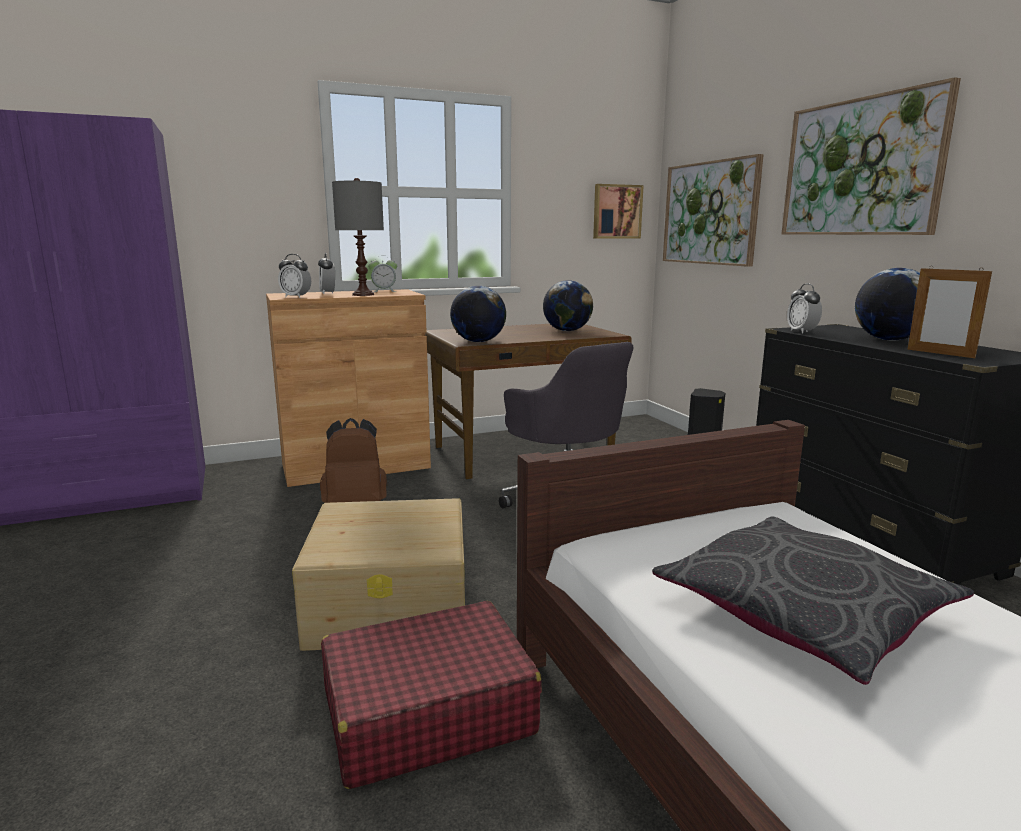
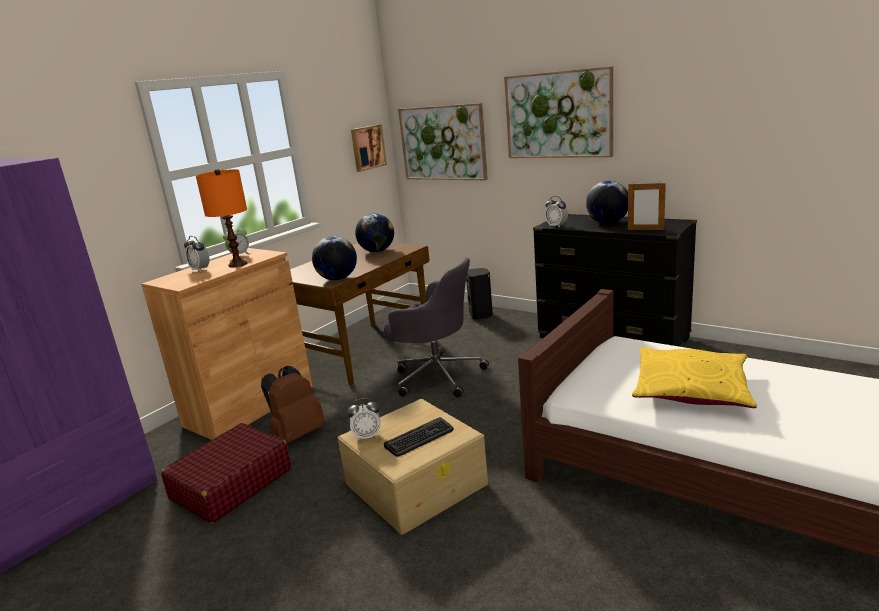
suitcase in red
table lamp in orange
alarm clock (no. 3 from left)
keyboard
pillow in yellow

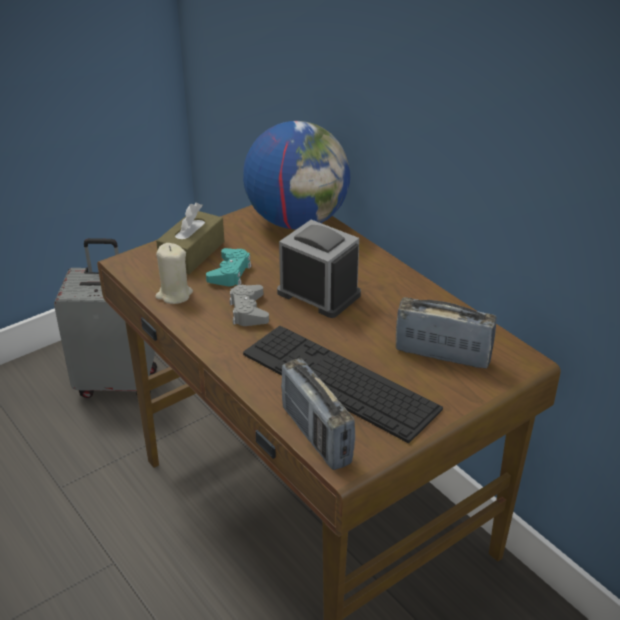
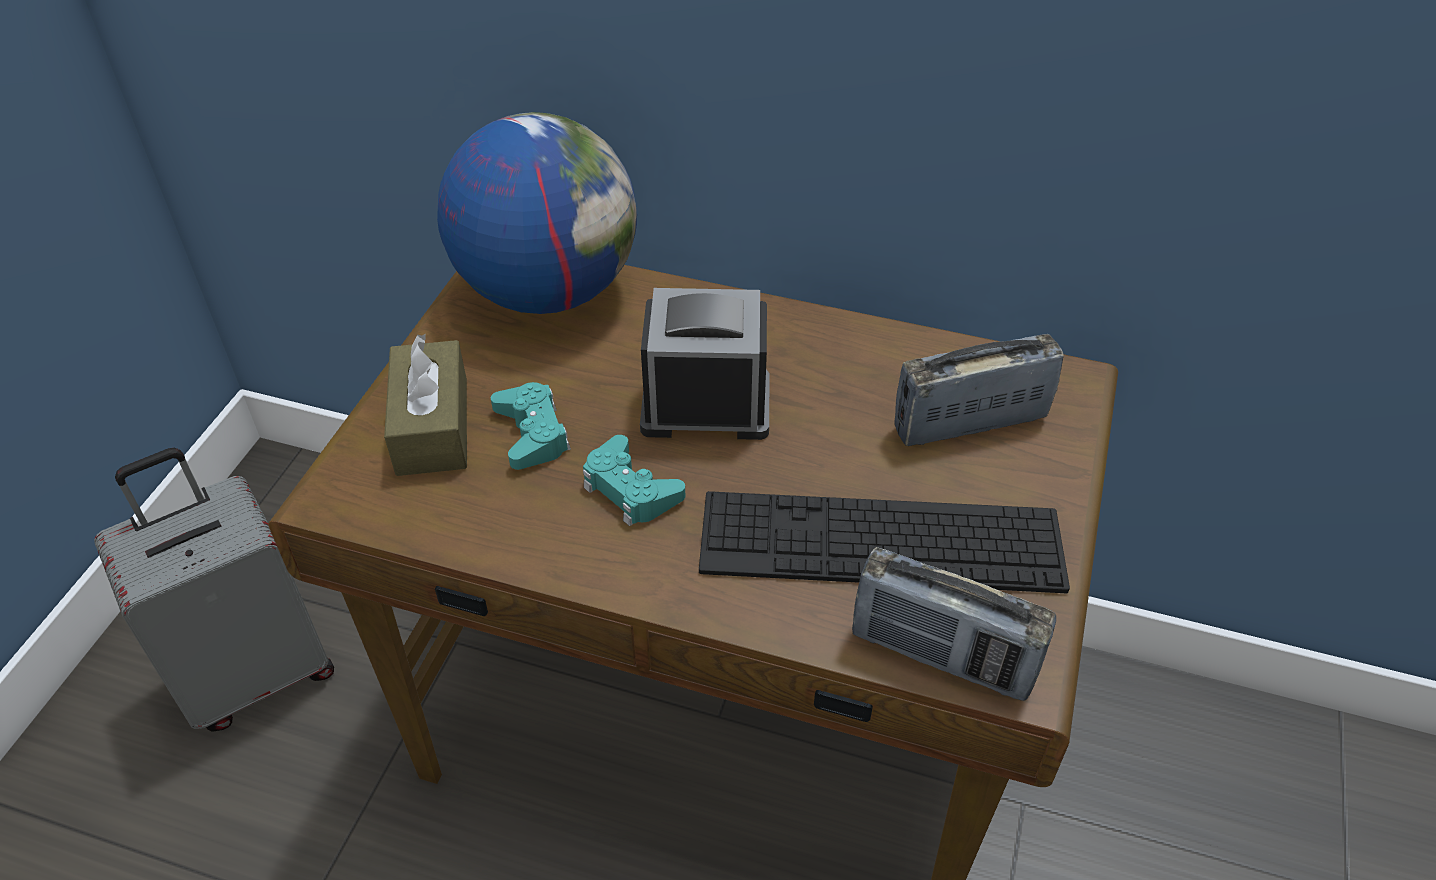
game controller in turquoise (no. 2 from left)
candle in beige

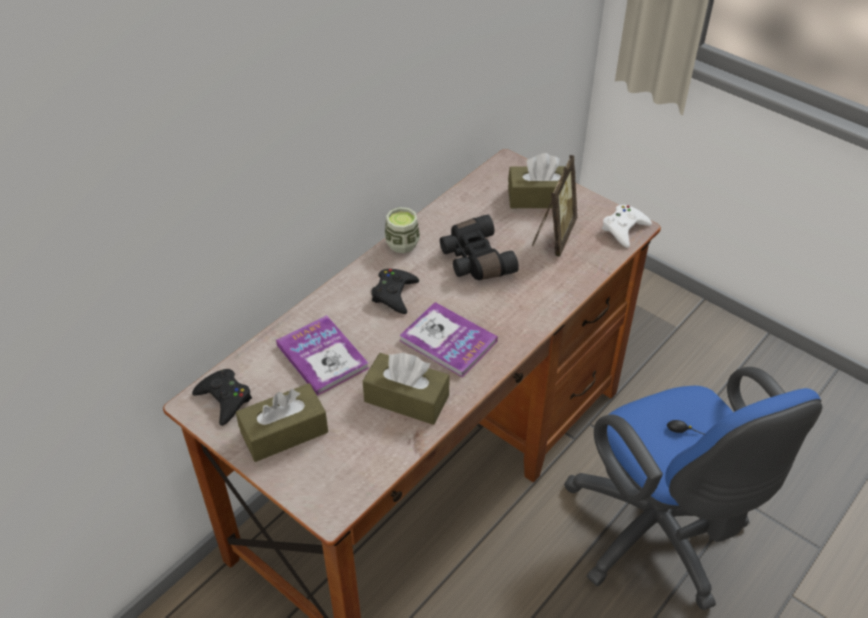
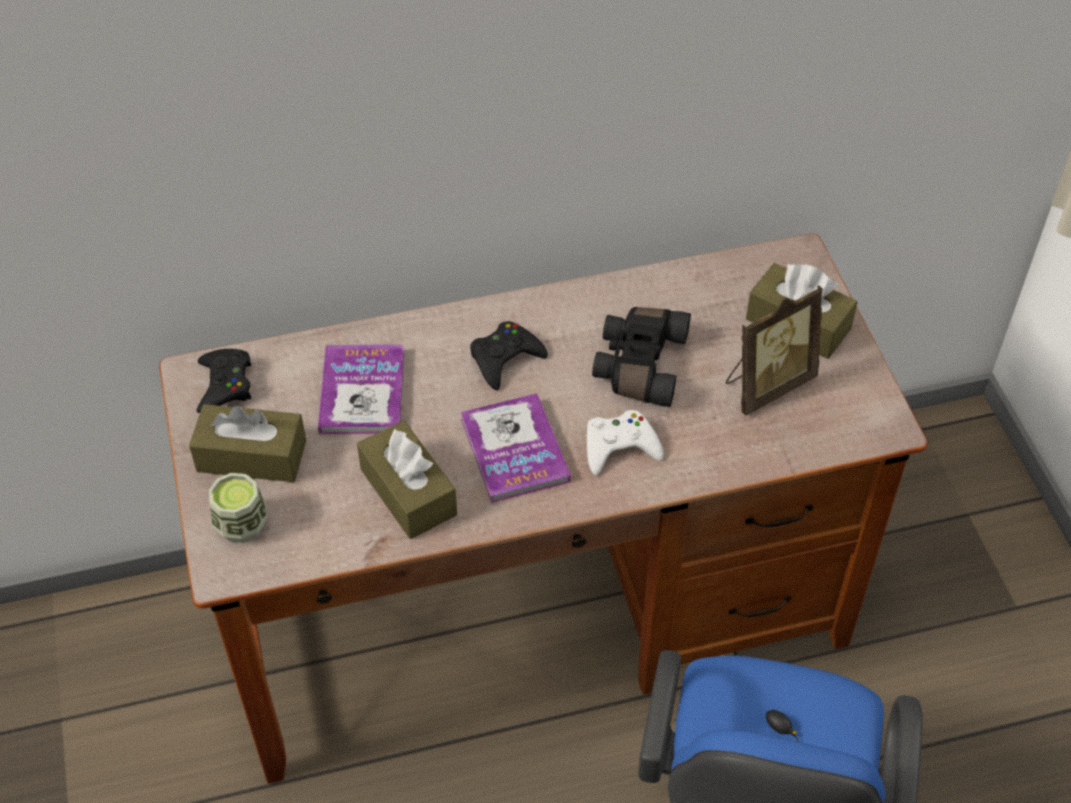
cup
game controller in white

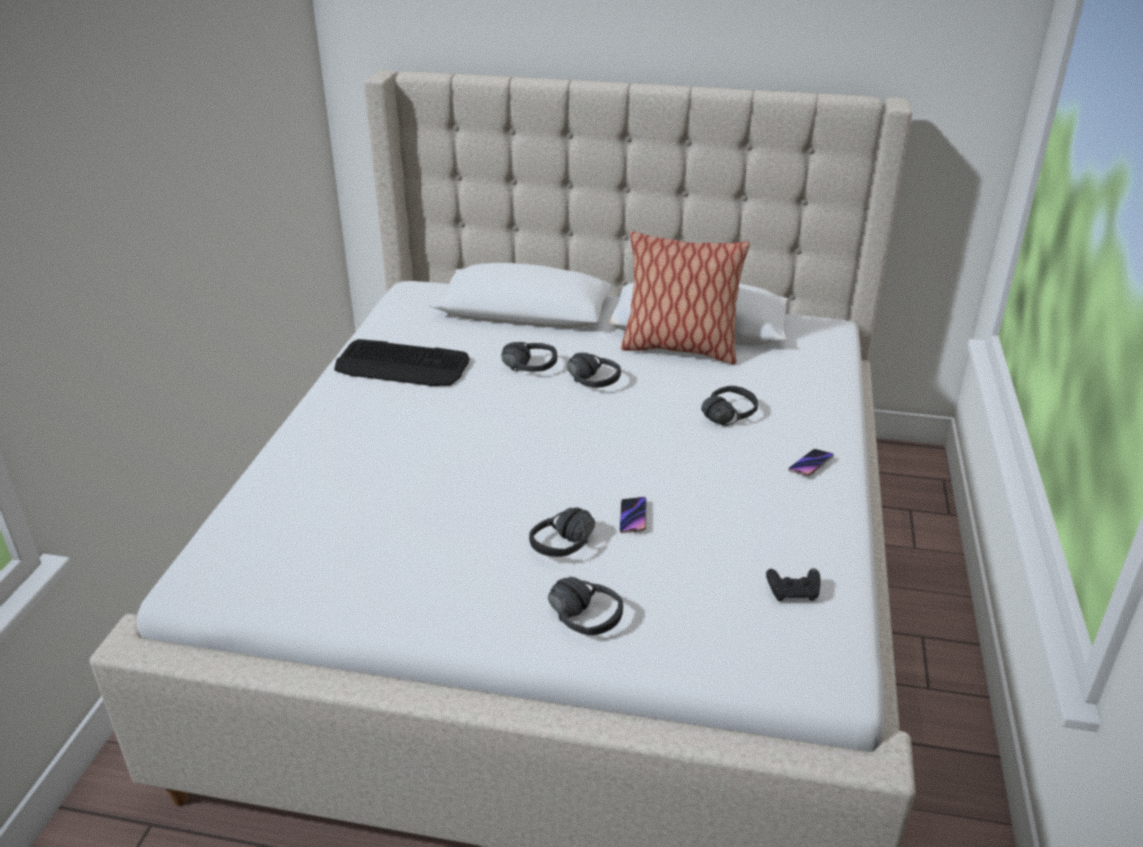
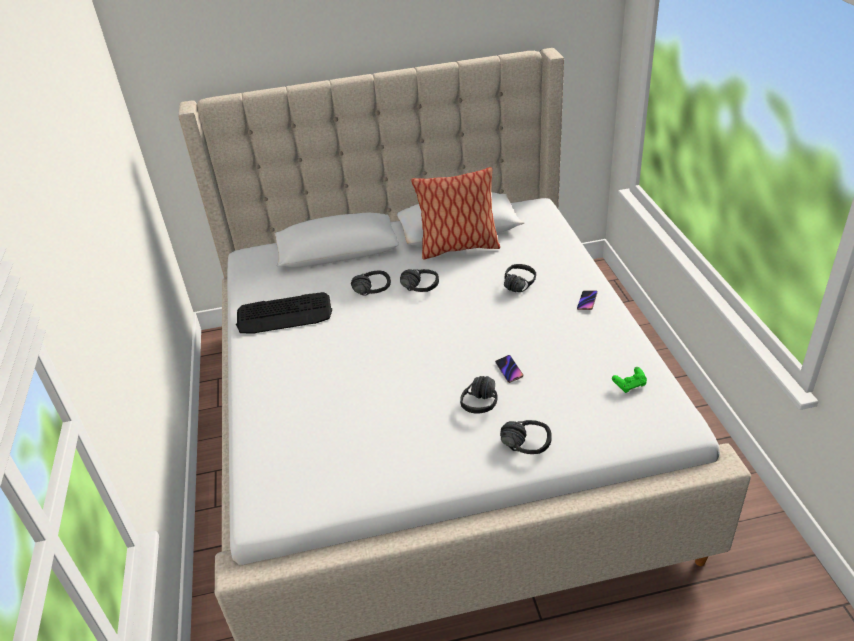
game controller in green

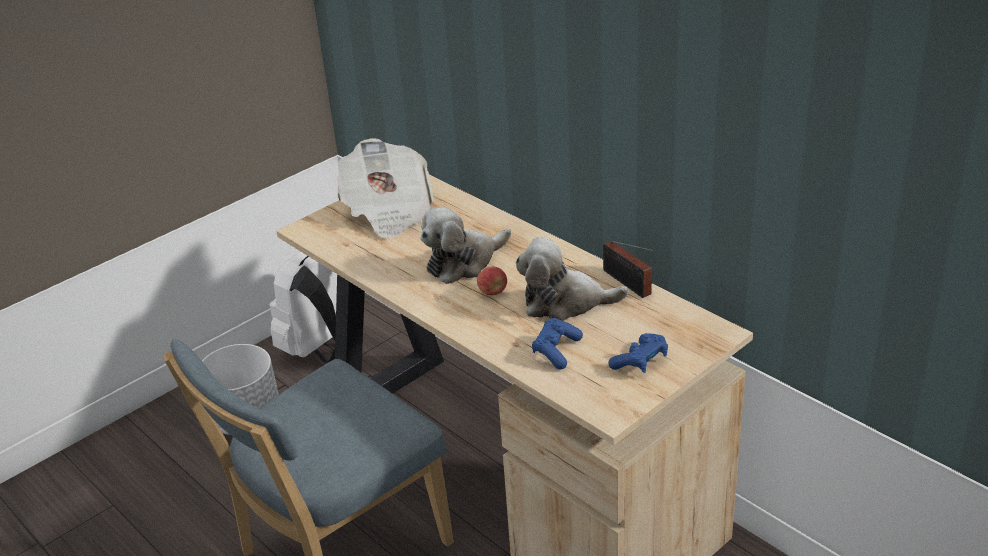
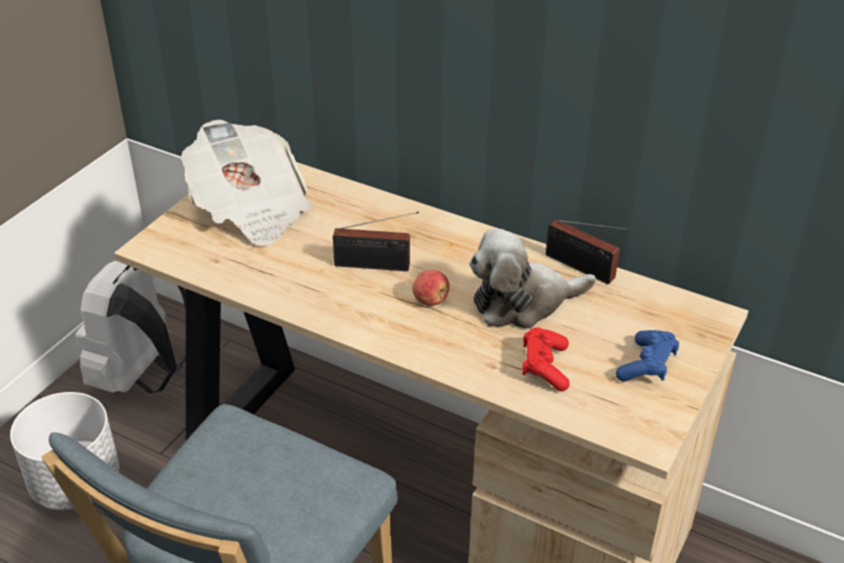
radio (no. 1 from left)
game controller in red

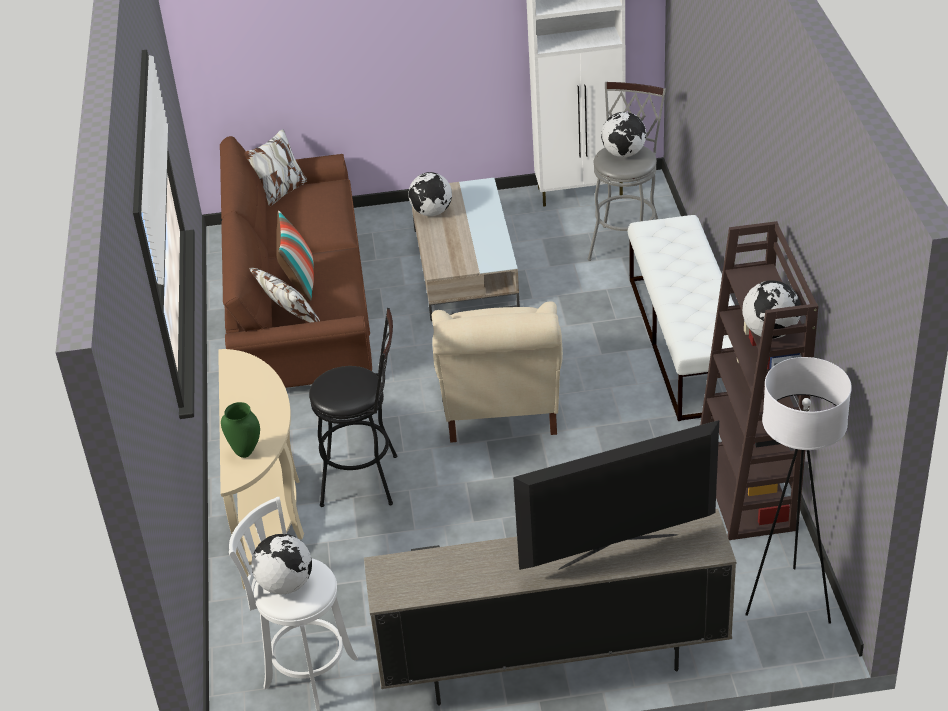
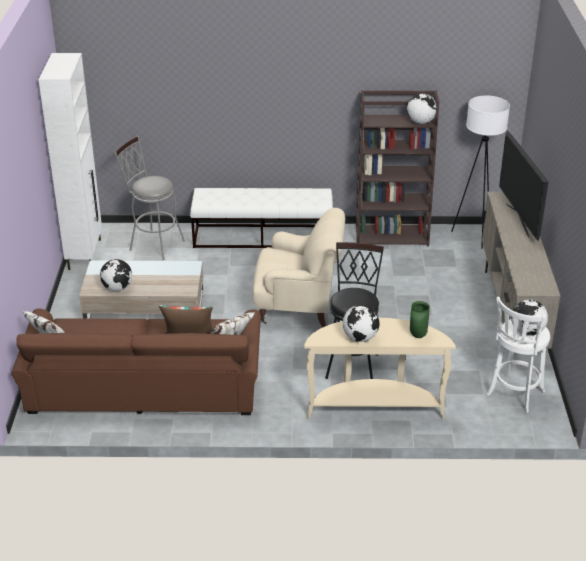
globe (no. 2 from left)

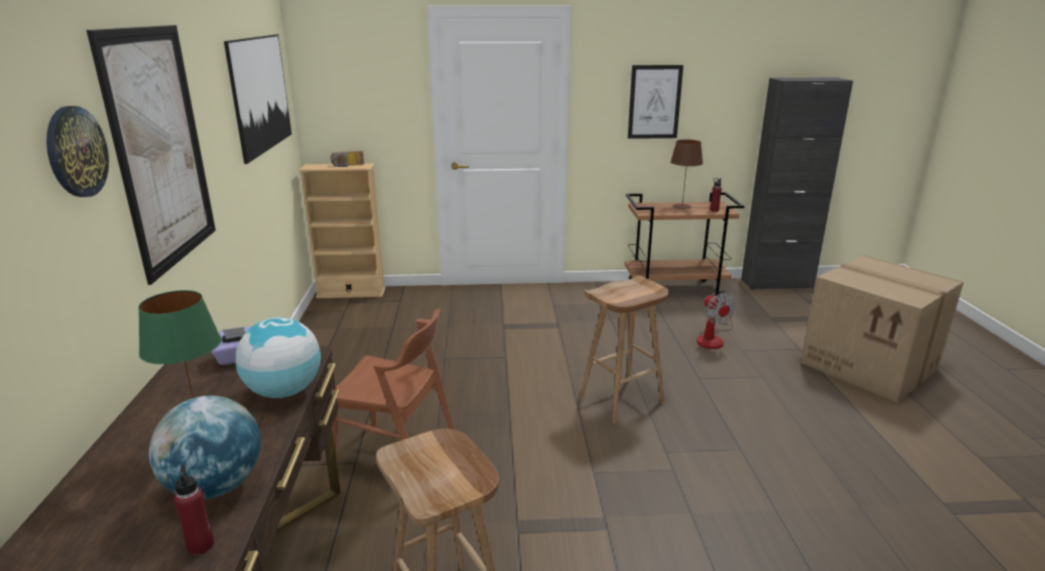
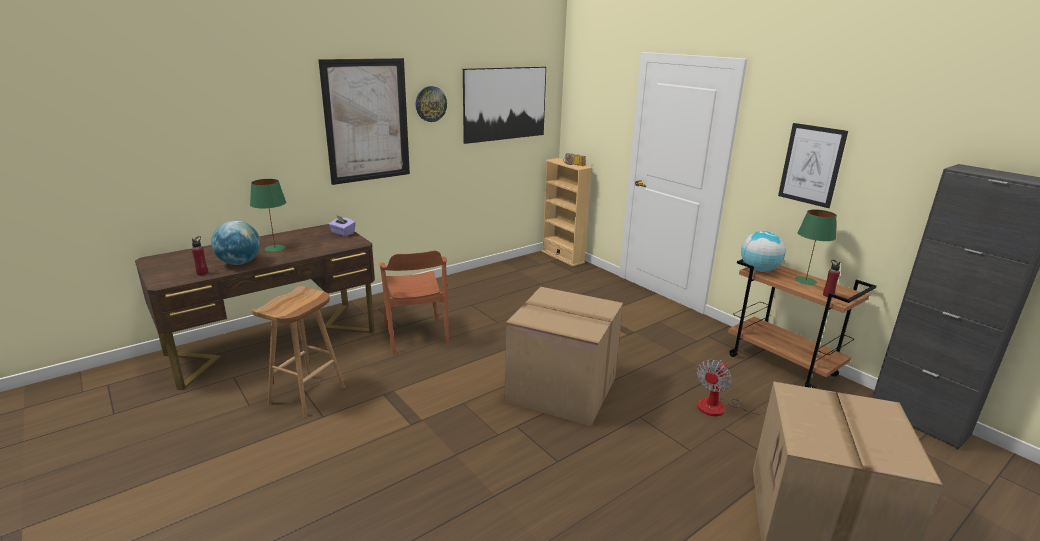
wall clock
cardboard box (no. 1 from left)
globe (no. 2 from left)
table lamp in green (no. 2 from left)

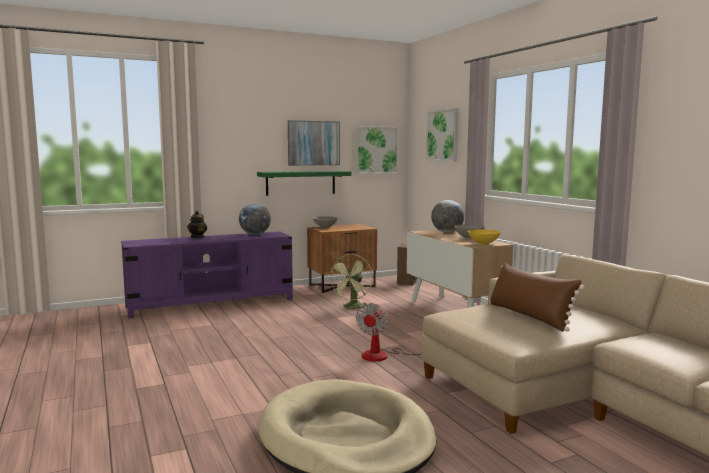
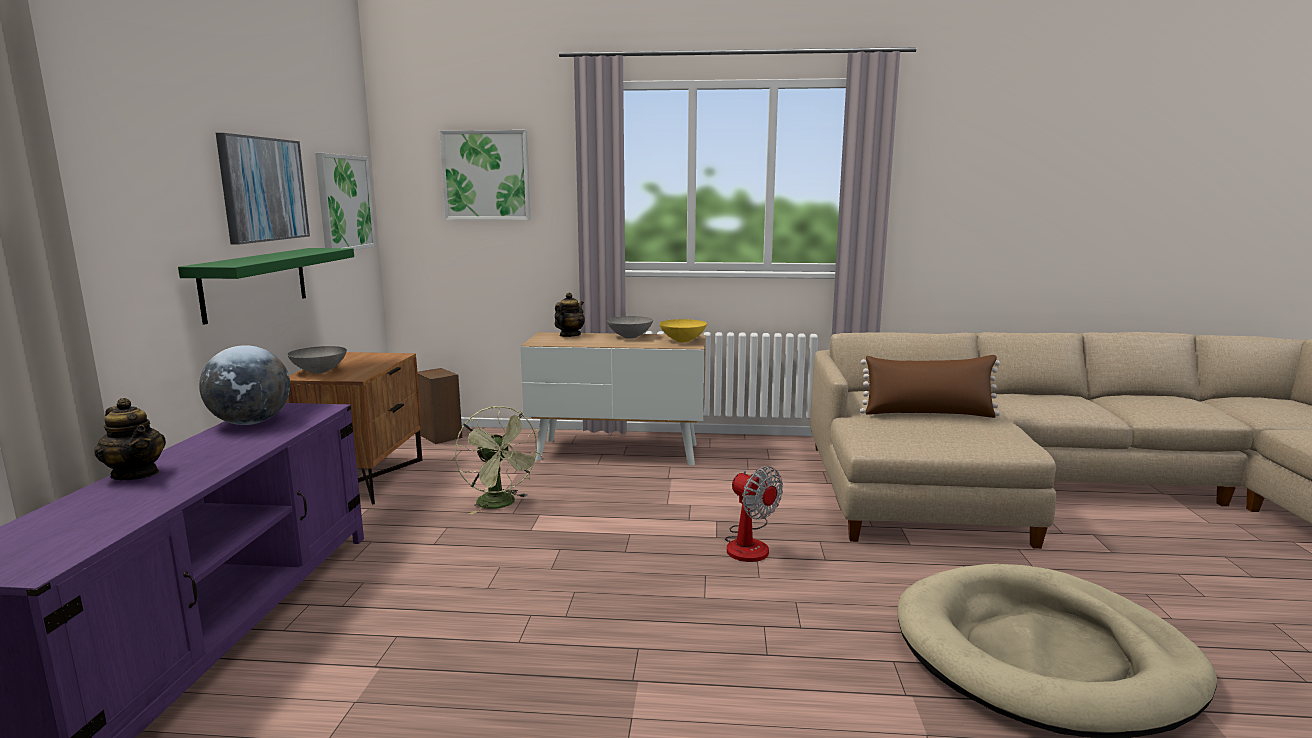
teapot (no. 2 from left)

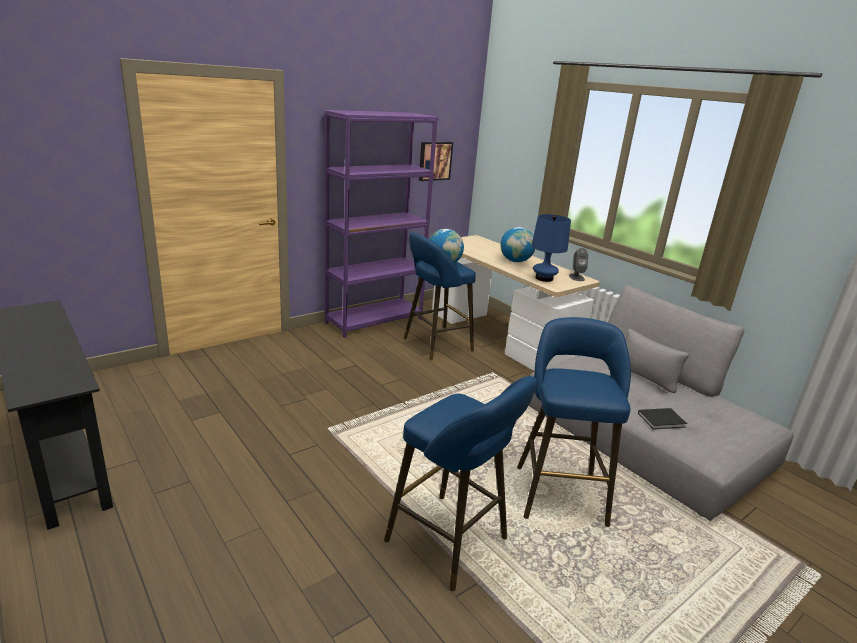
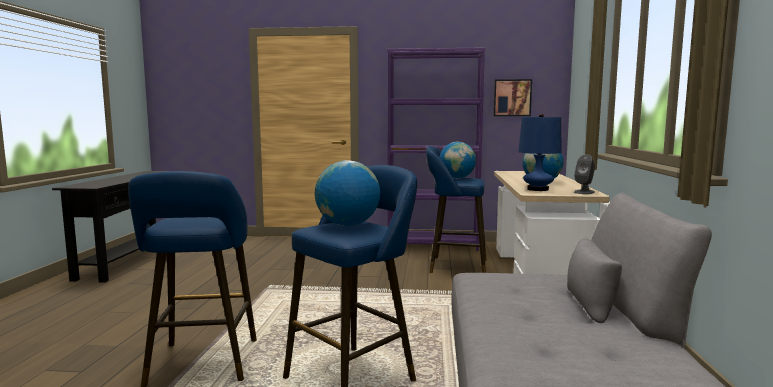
globe (no. 1 from left)
book in black

